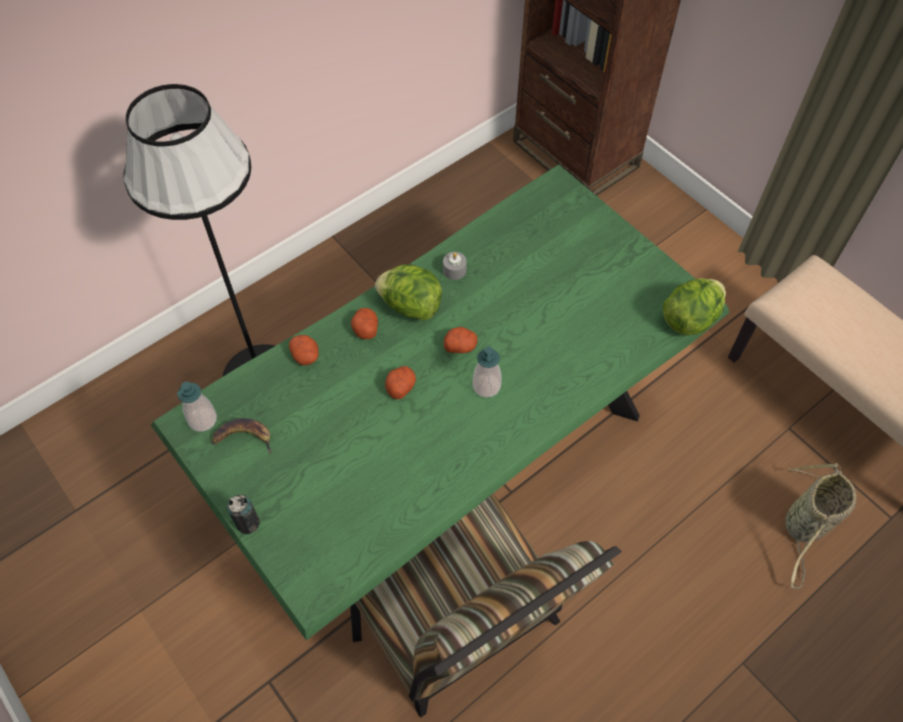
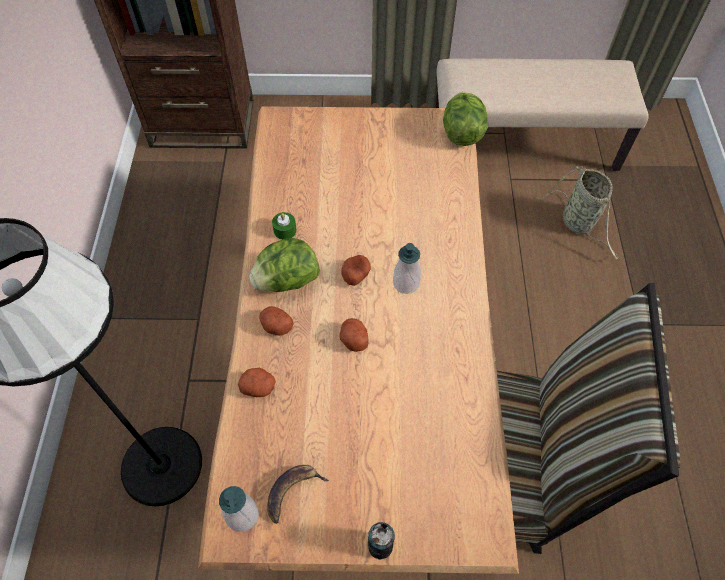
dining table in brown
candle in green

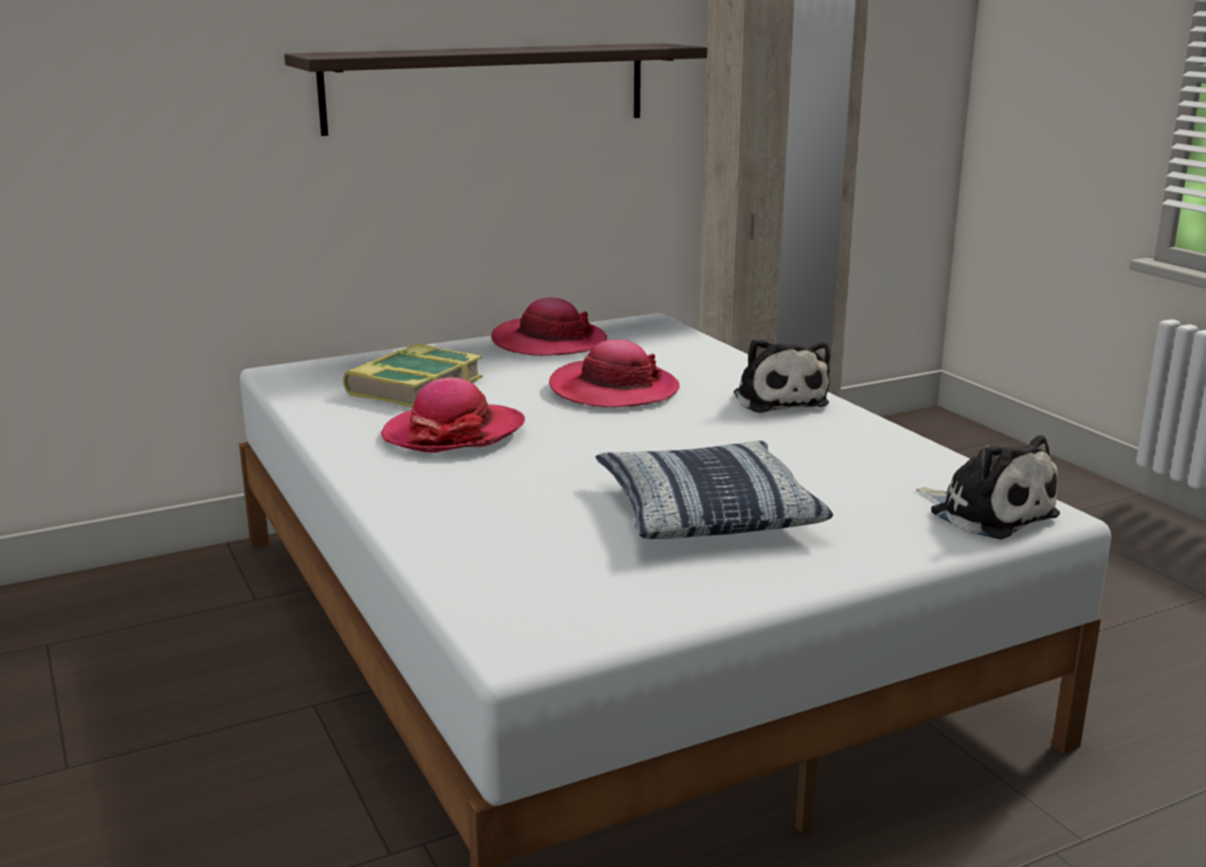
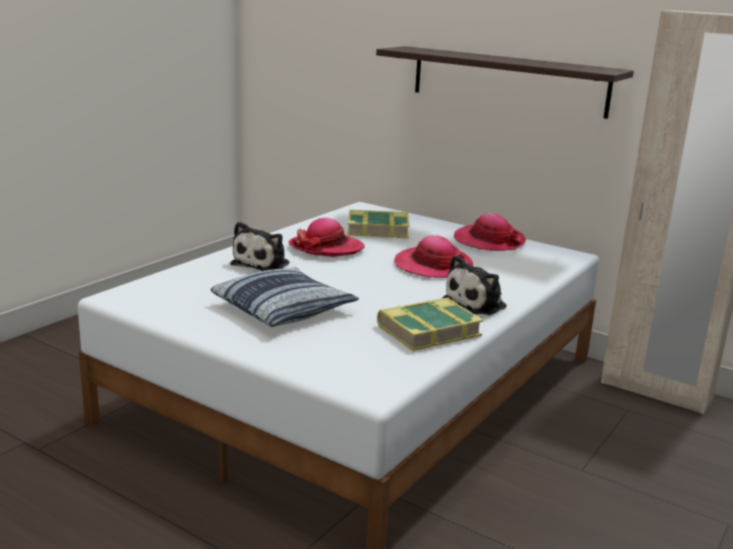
plush toy (no. 1 from left)
book (no. 2 from left)

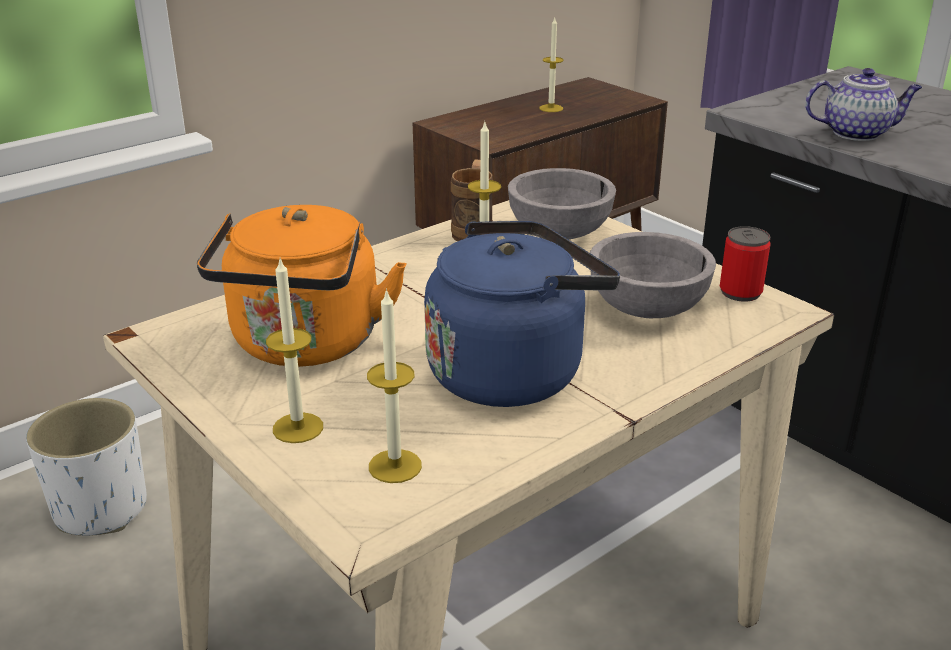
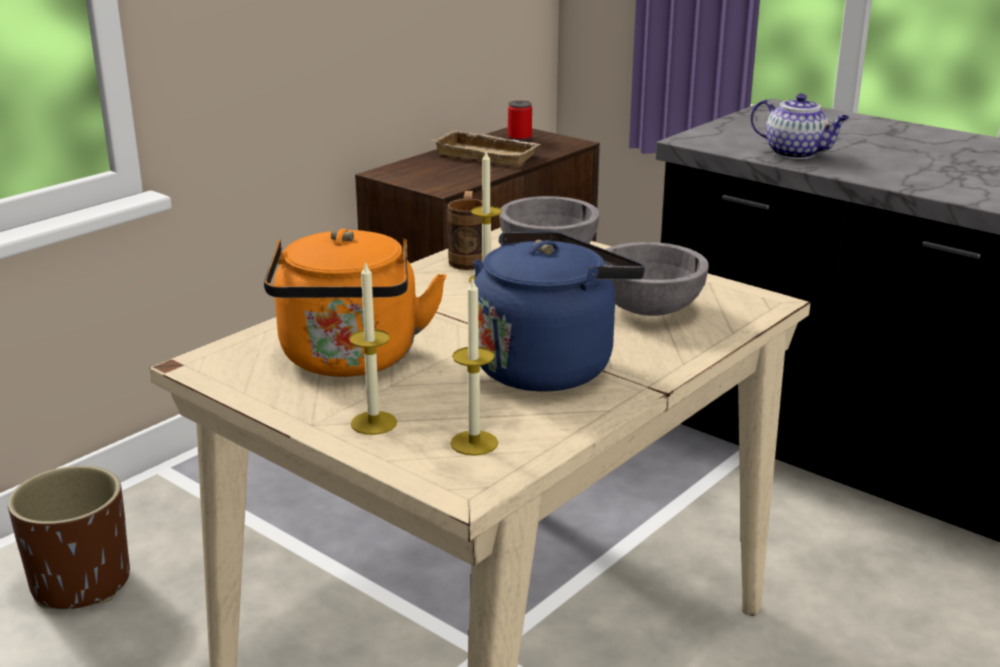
planter in brown
tray in beige
can
teapot

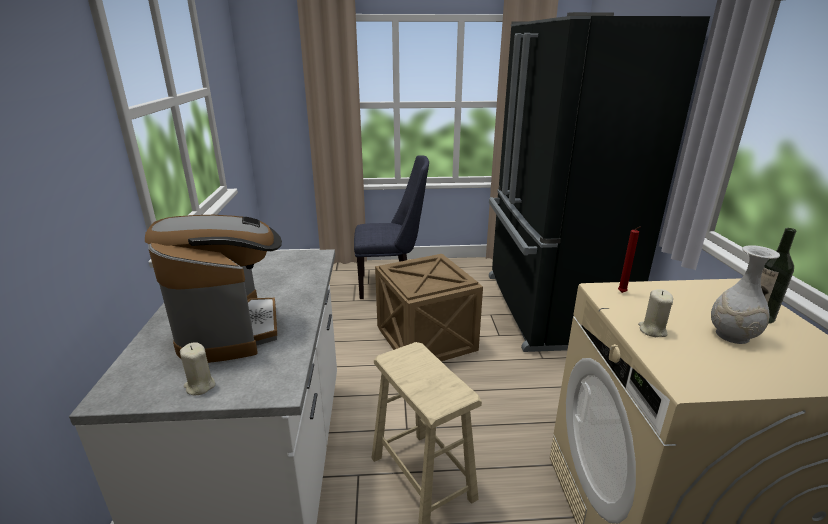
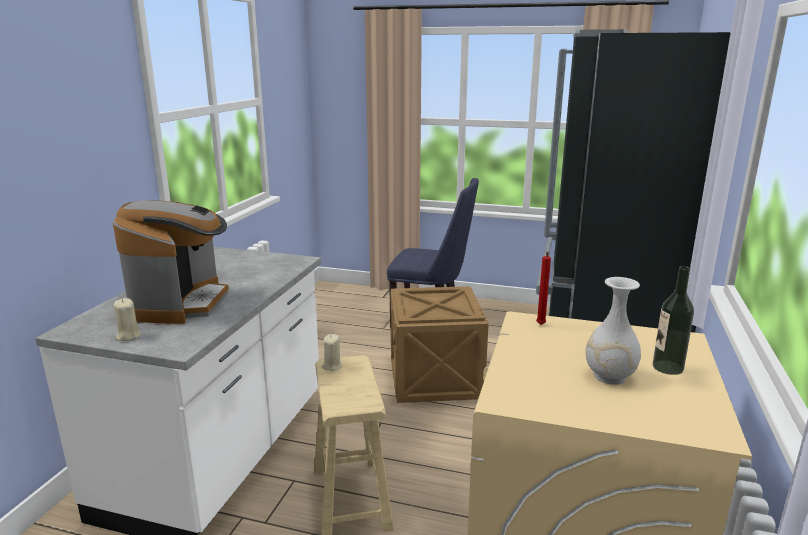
candle in beige (no. 2 from left)

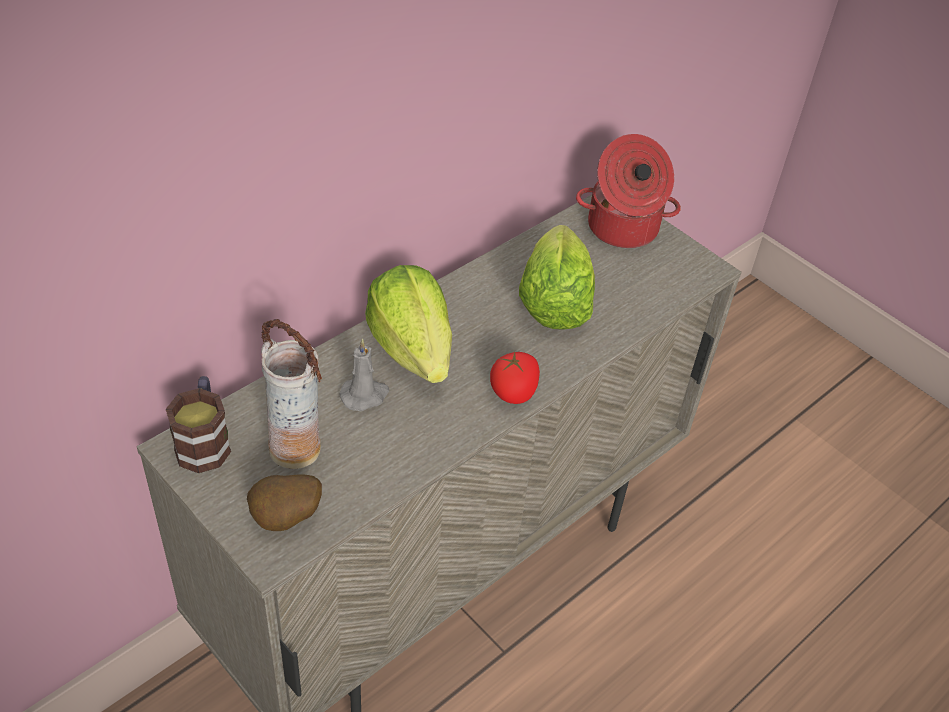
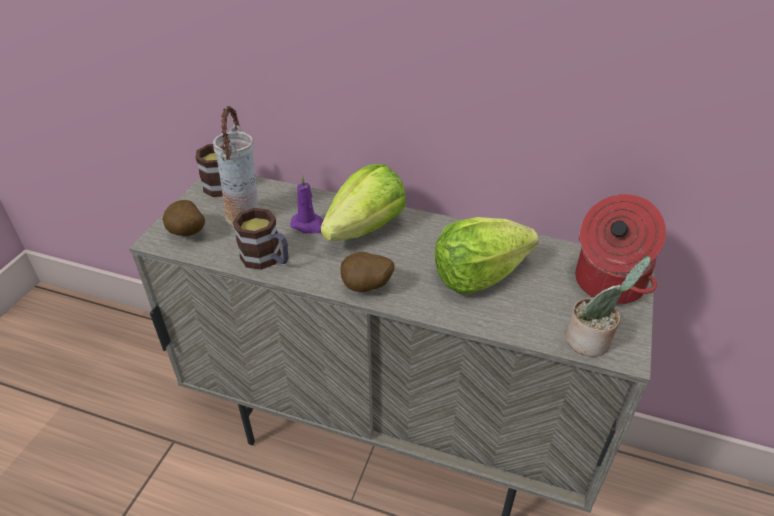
mug (no. 2 from left)
candle in purple
potato (no. 2 from left)
potted plant

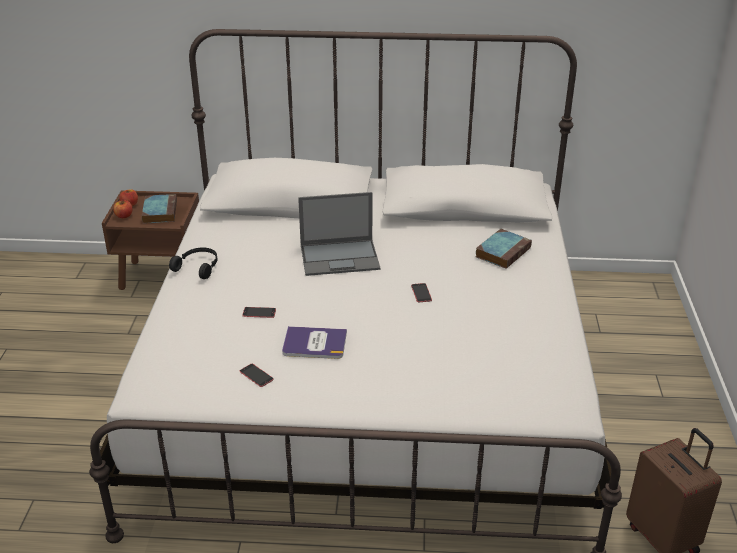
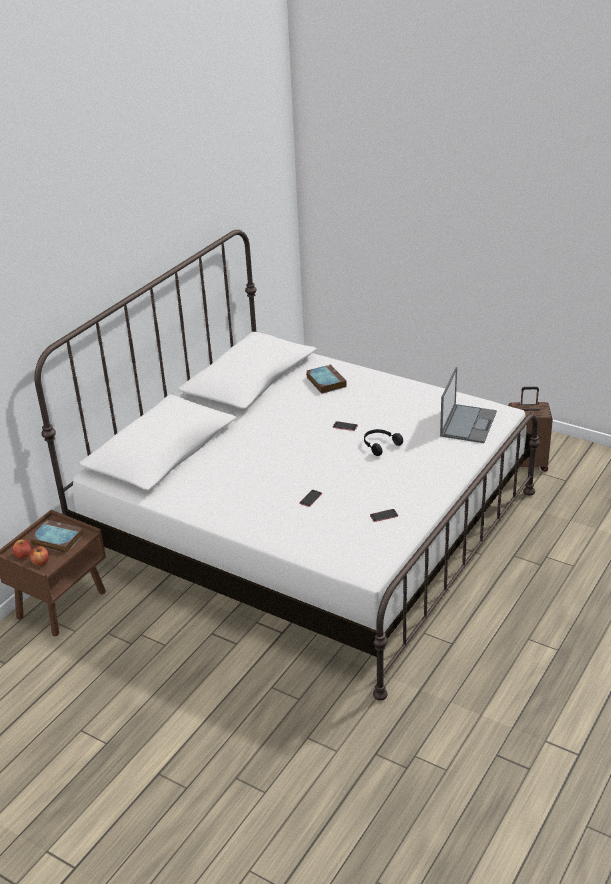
headphones in black
laptop
book (no. 2 from left in the first image)

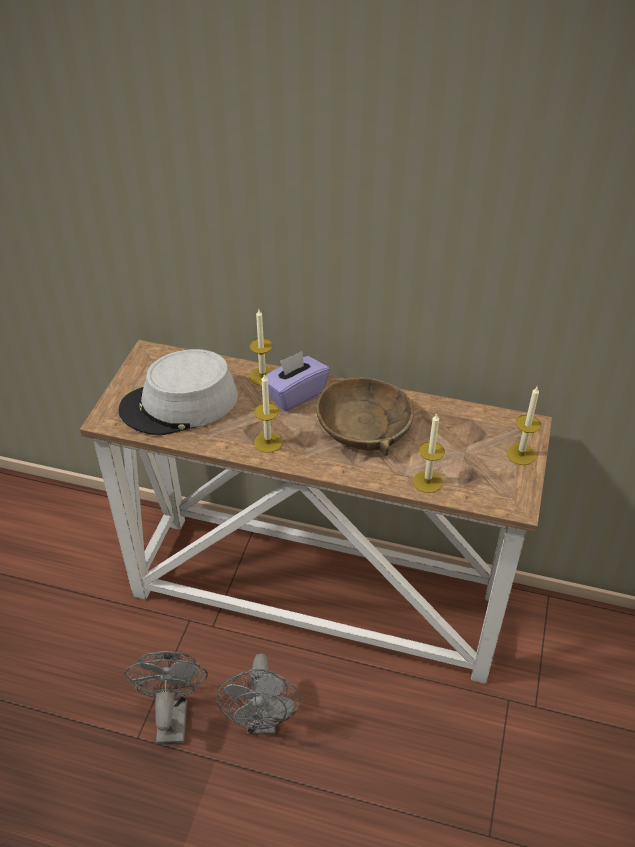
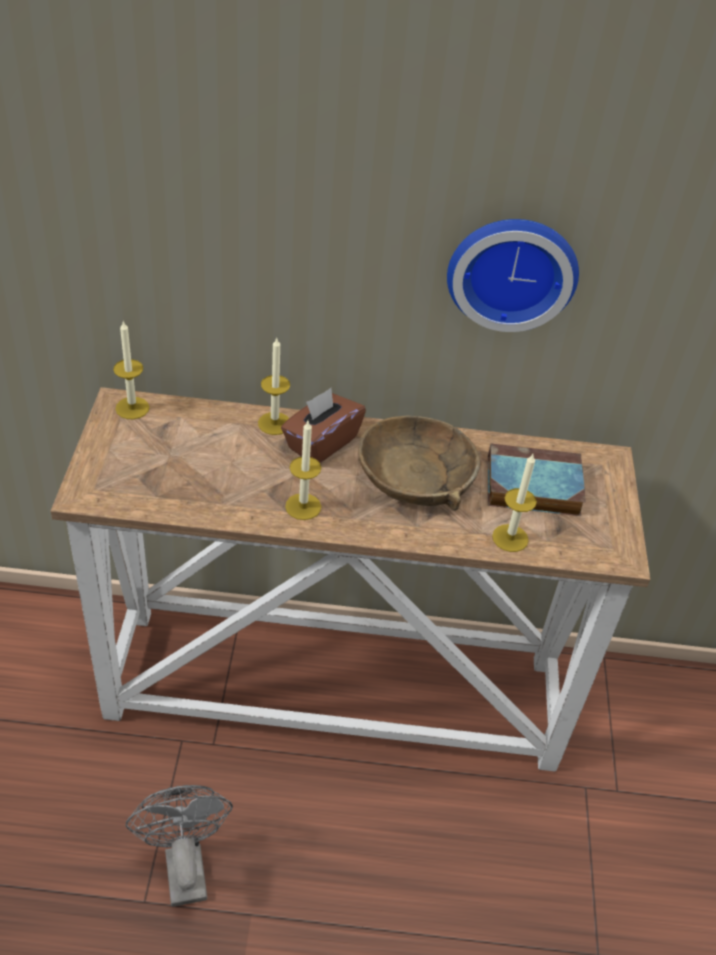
candle (no. 1 from left)
tissue box in brown
wall clock
book
hat in grey
fan in grey (no. 2 from left in the first image)

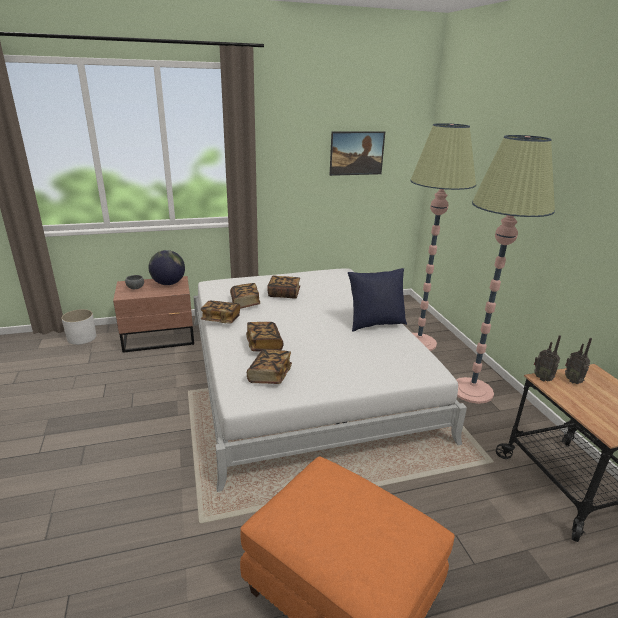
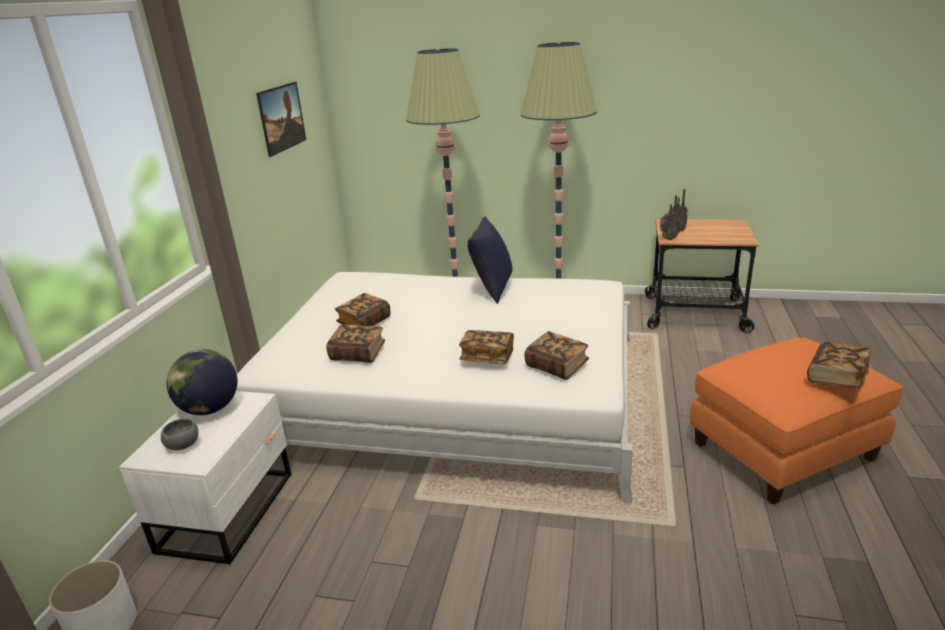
nightstand in white
book (no. 5 from left)

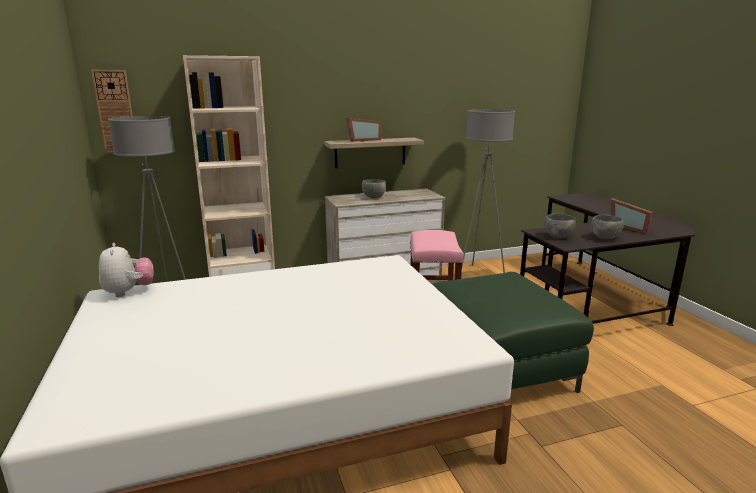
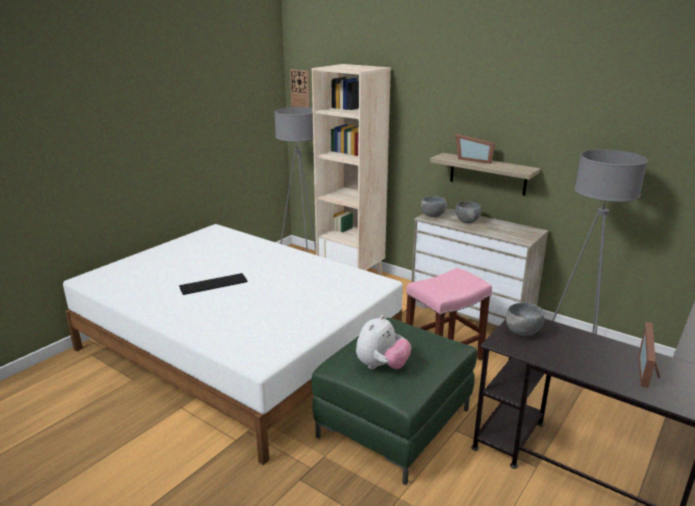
keyboard
plush toy
bowl in grey (no. 1 from left)

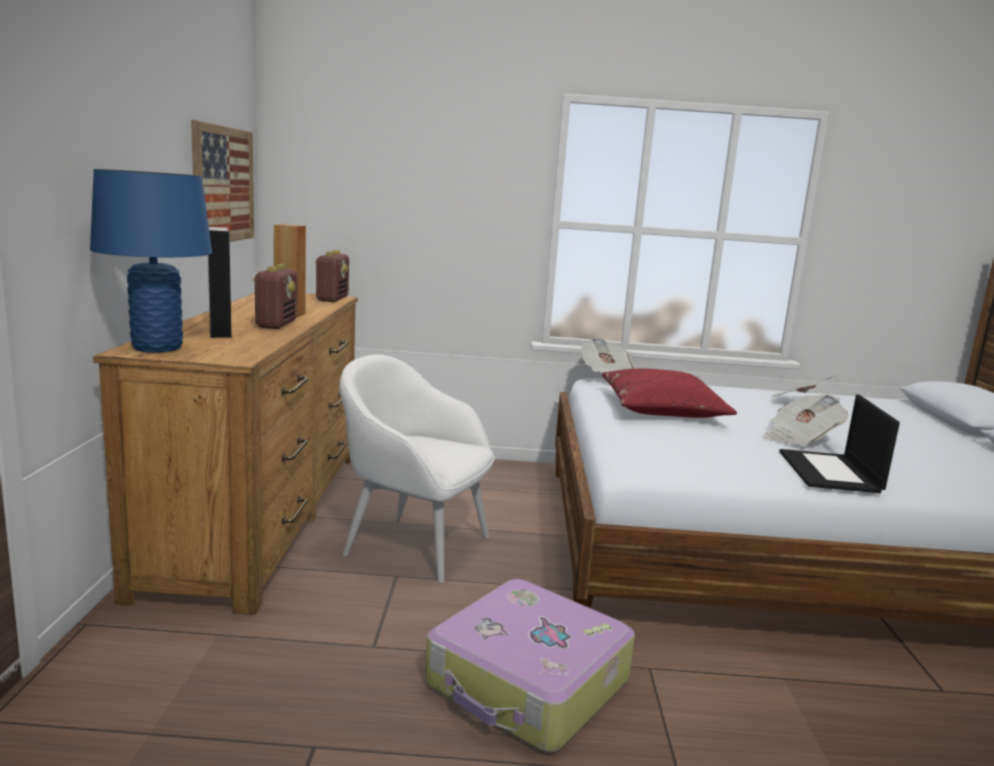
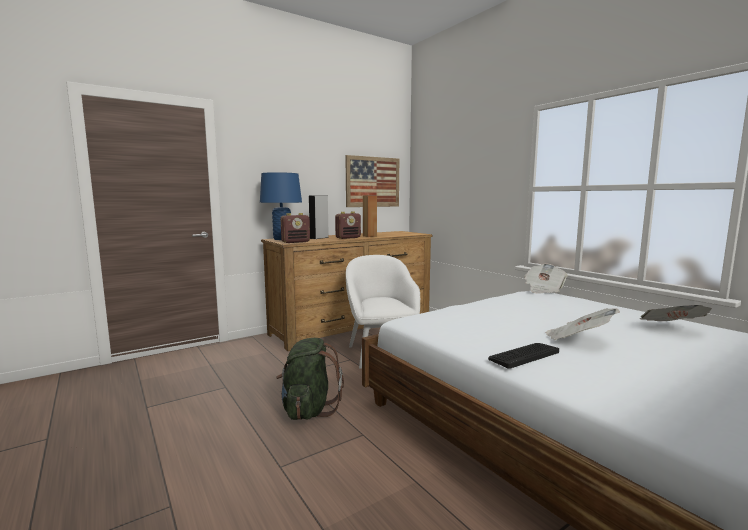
backpack in green
radio (no. 1 from left)
keyboard
pillow in red

